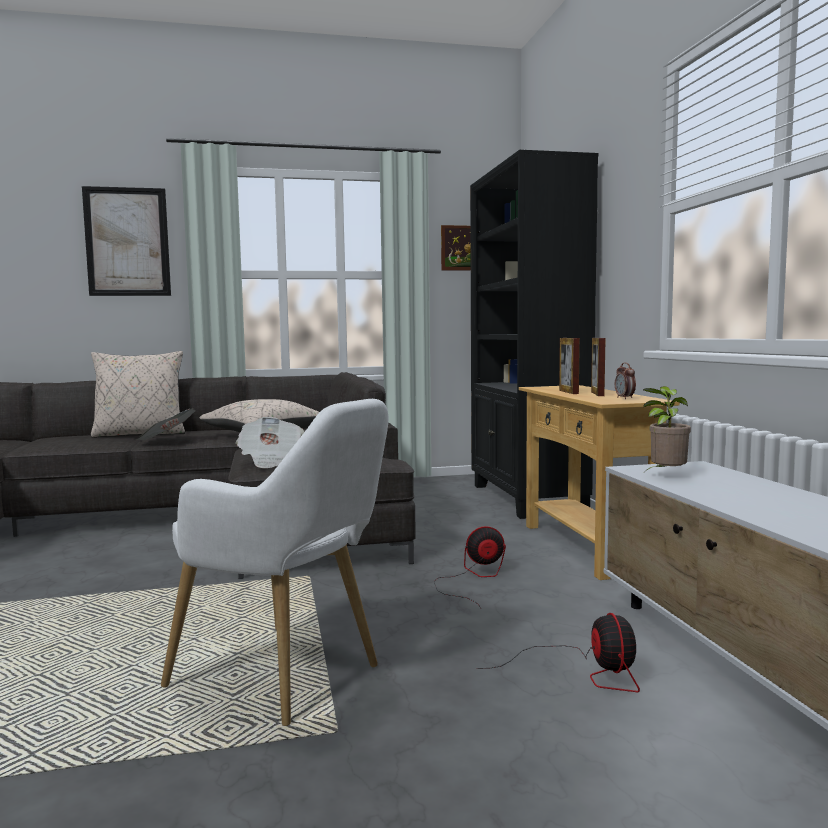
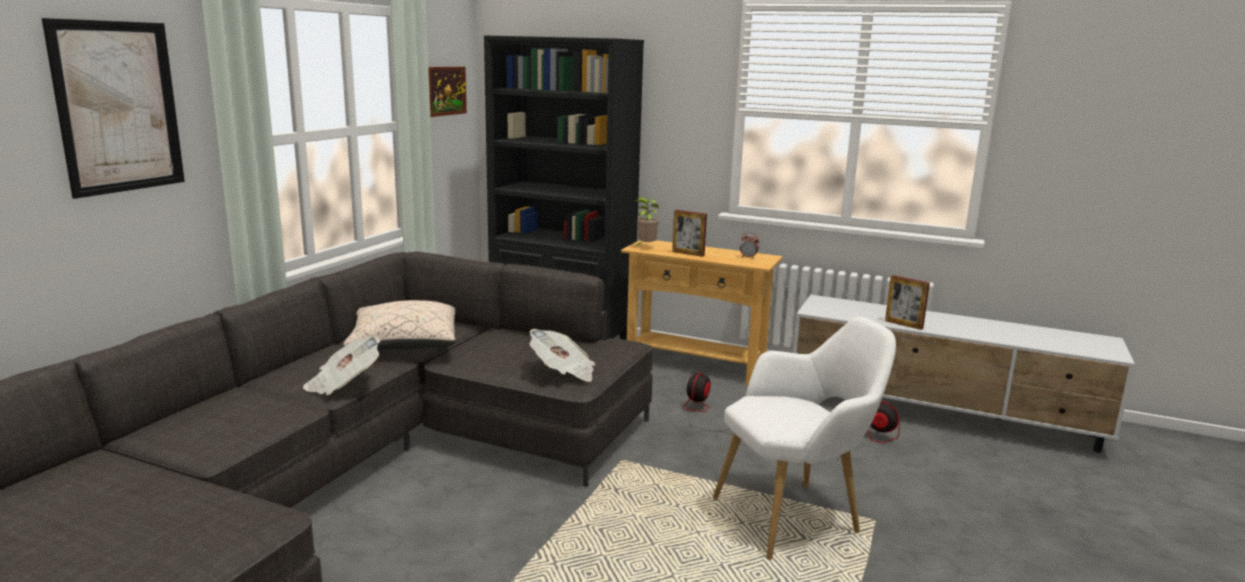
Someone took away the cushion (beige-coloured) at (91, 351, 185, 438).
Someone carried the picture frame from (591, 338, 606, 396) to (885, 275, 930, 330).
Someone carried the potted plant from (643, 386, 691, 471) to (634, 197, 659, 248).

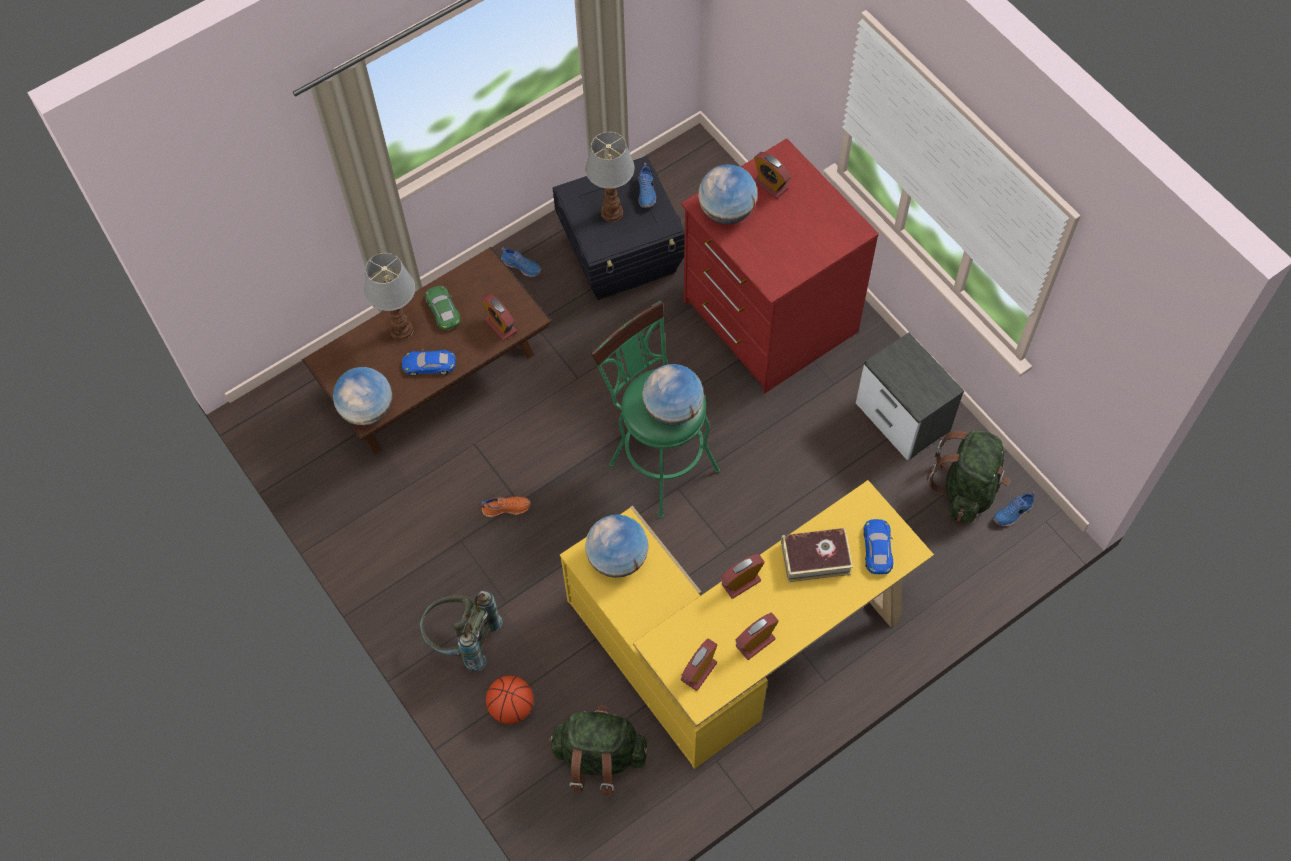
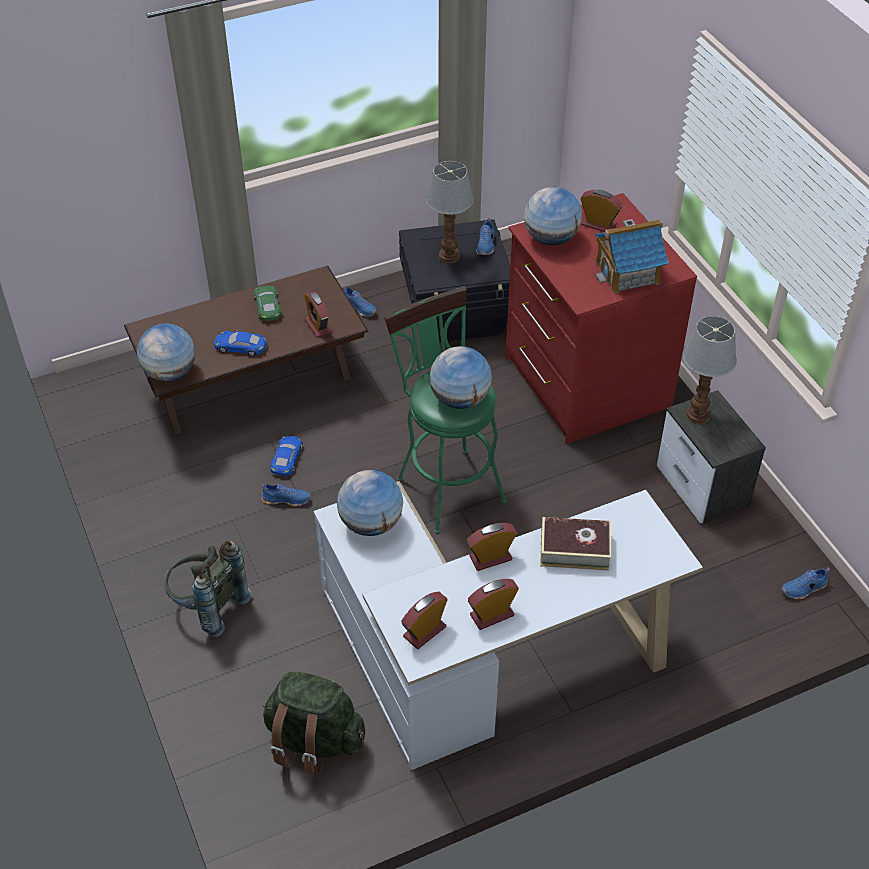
Someone carried the tabletop lamp from (364, 253, 415, 340) to (683, 316, 737, 424).
Someone repainted the low shoe (orange-coloured) at (482, 497, 531, 517), which became the low shoe (blue) at (261, 484, 310, 506).
Someone took away the basketball ball at (486, 676, 533, 724).
Someone repainted the desk (yellow) at (560, 480, 934, 769), which became the desk (whitish) at (313, 481, 703, 770).
Someone rotated the bedside clock at (754, 152, 791, 199) by 150 degrees clockwise.
Someone carried the miniature car (blue) from (863, 519, 893, 574) to (270, 436, 303, 476).
Someone took away the rucksack (greenish) at (926, 430, 1010, 523).
Someone put down the toy house at (595, 219, 669, 294).

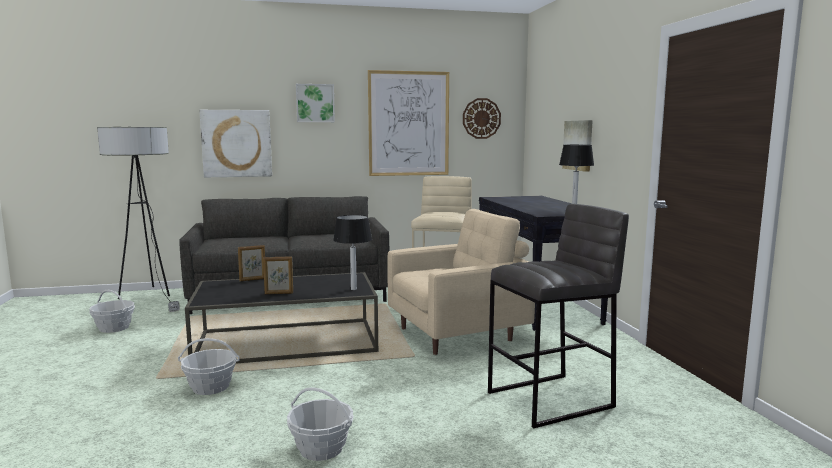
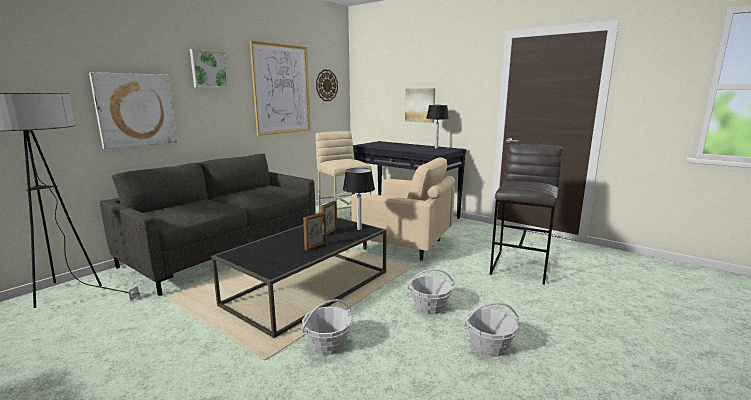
Someone carried the household basket from (89, 290, 135, 333) to (407, 269, 455, 314).
Someone carried the picture frame from (238, 245, 265, 281) to (321, 201, 337, 235).
Someone rotated the armchair (beige-coloured) at (387, 209, 535, 355) by 90 degrees clockwise.

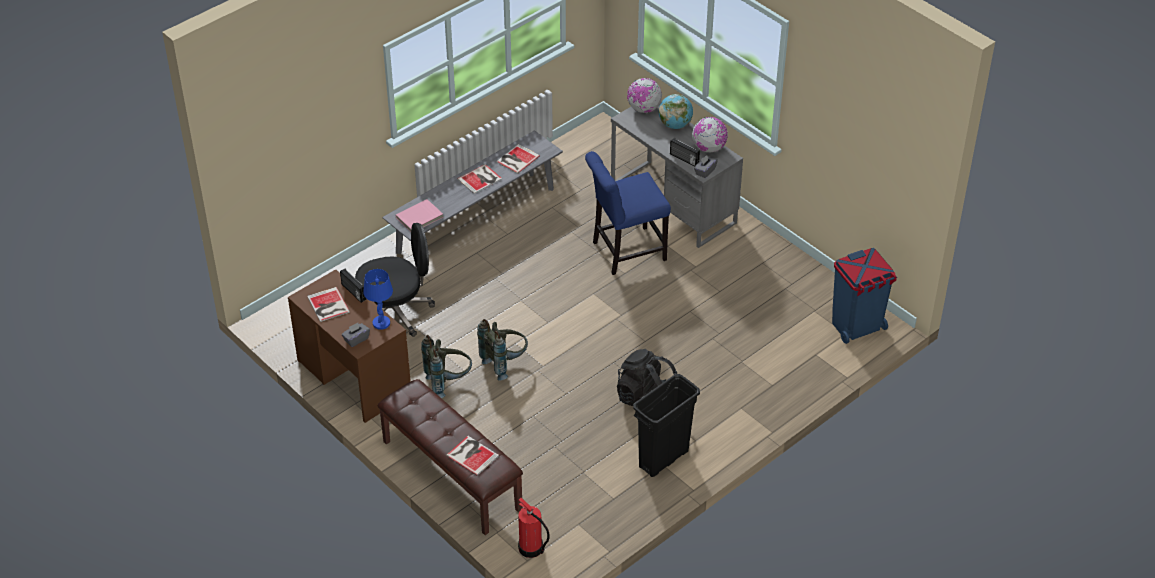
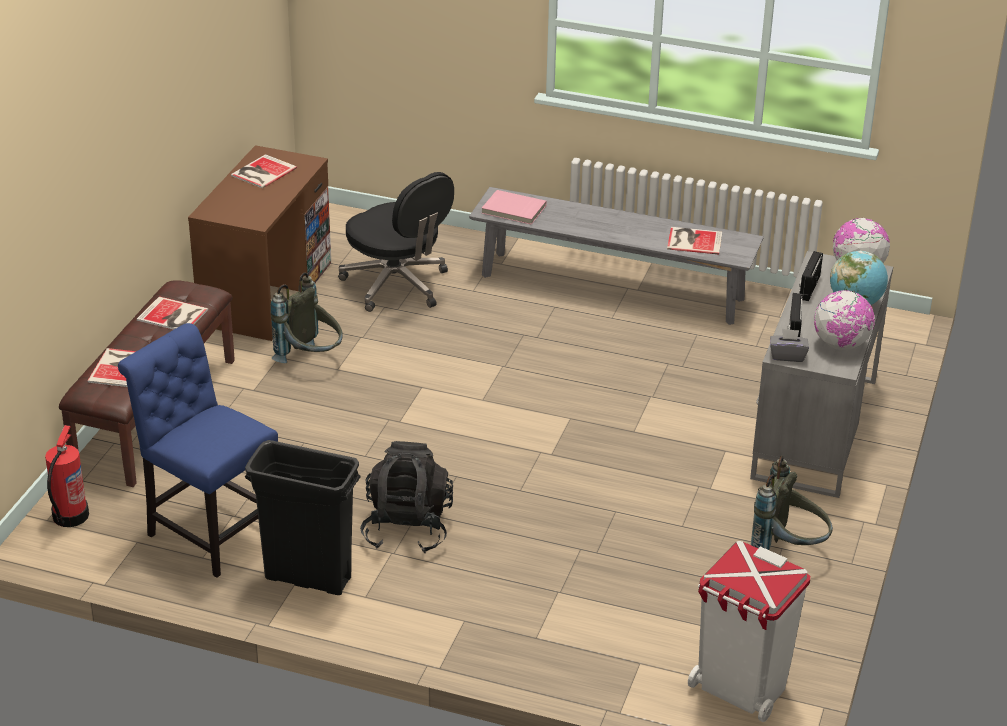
Someone carried the radio set from (340, 268, 366, 303) to (799, 251, 823, 301).
Someone took away the tissue holder (gray) at (342, 323, 370, 347).
Someone took away the tabletop lamp (blue) at (363, 269, 393, 330).
Someone carried the bound book from (457, 164, 502, 194) to (137, 296, 208, 330).
Someone carried the rucksack (gray) from (477, 319, 528, 381) to (751, 456, 833, 550).
Someone carried the chair (blue) from (585, 151, 671, 275) to (118, 323, 278, 578).
Someone repainted the waste bin (blue) at (832, 248, 897, 344), which became the waste bin (whitish) at (688, 541, 810, 722).

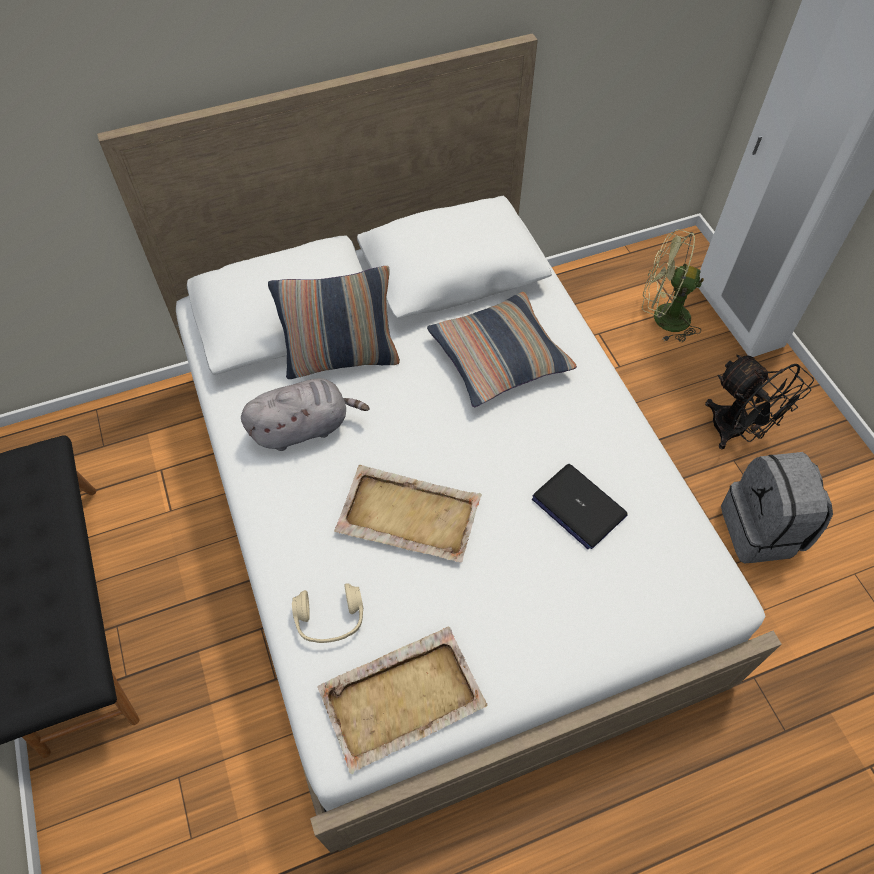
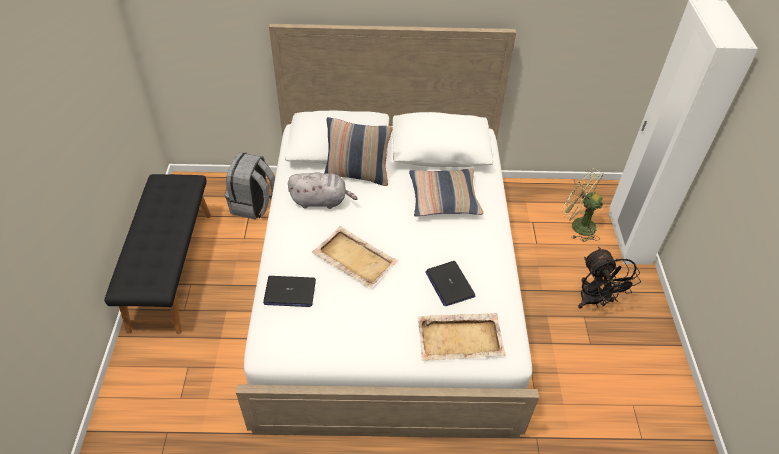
Someone swapped the headphones (beige-coloured) at (292, 583, 363, 643) for the portable computer at (263, 276, 316, 307).
Someone carried the tray (beige-coloured) from (317, 626, 488, 774) to (418, 313, 506, 361).
Someone carried the rucksack (gray) from (721, 452, 833, 564) to (225, 152, 275, 220).

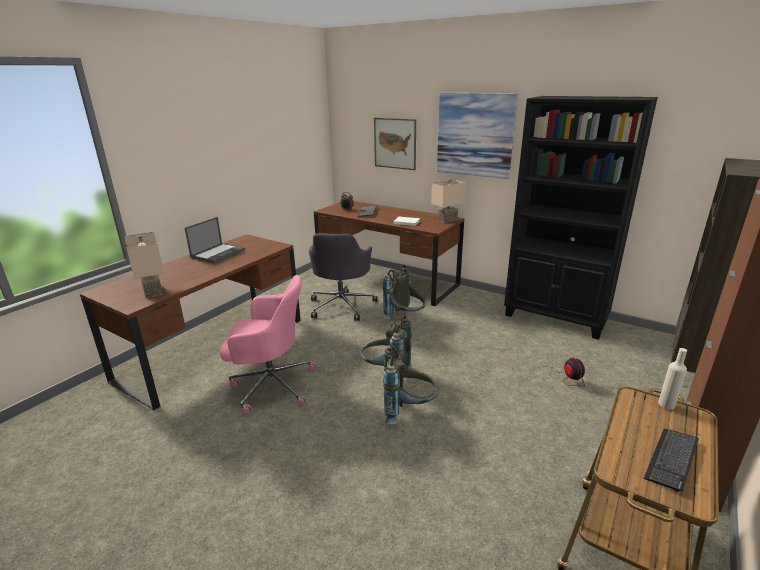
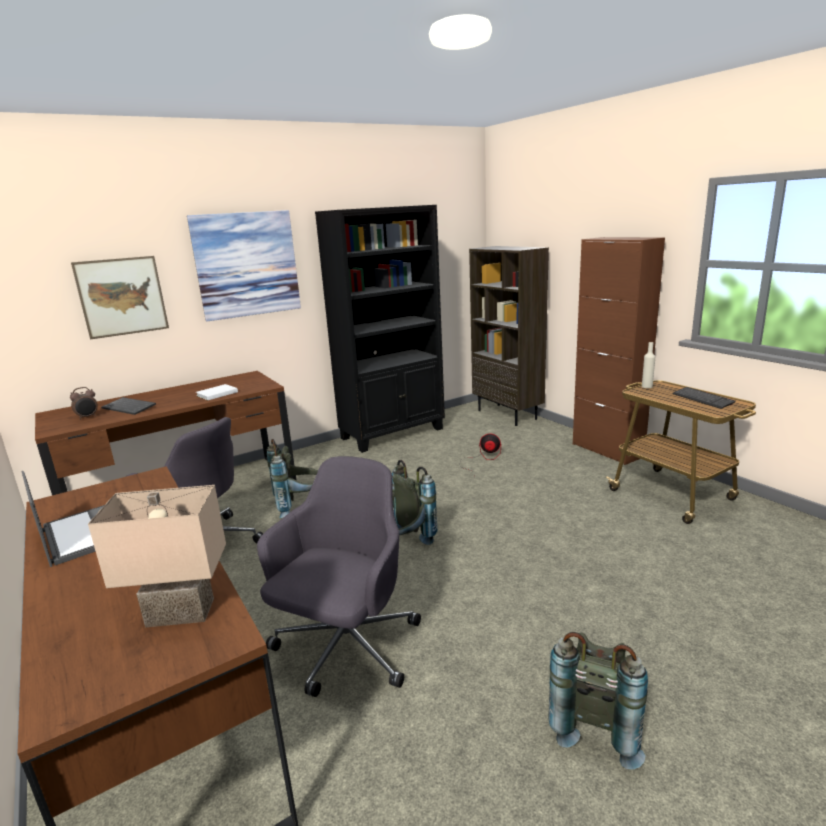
Someone repainted the desk chair (pinkish) at (220, 275, 316, 415), which became the desk chair (gray) at (257, 456, 421, 697).
Someone carried the rucksack (gray) from (383, 342, 439, 424) to (548, 632, 648, 770).
Someone took away the tabletop lamp (beige-coloured) at (431, 179, 467, 223).

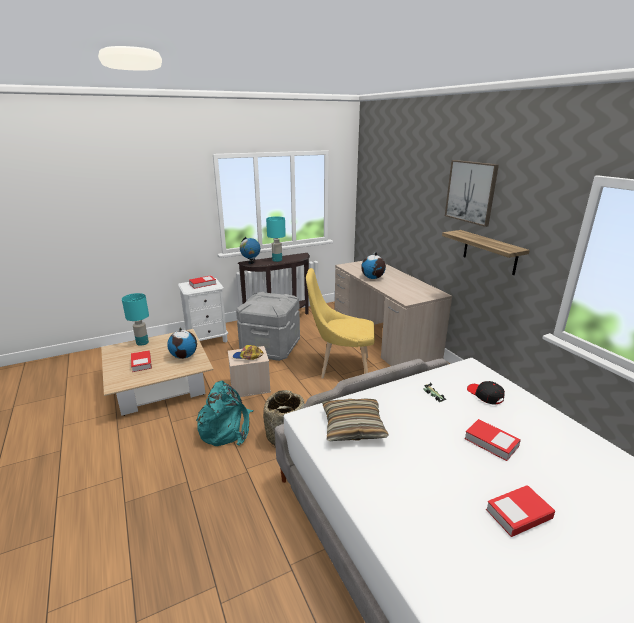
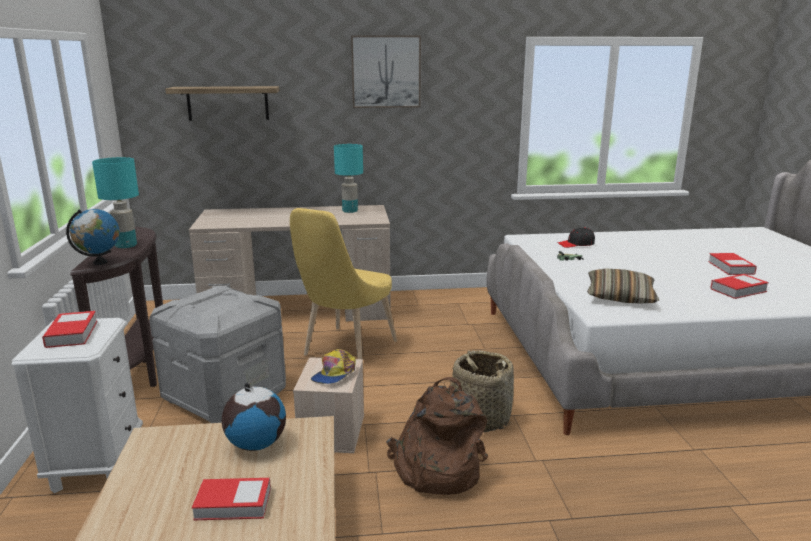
Someone carried the tabletop lamp (blue-green) from (122, 293, 149, 346) to (334, 144, 363, 213).
Someone repainted the rucksack (blue-green) at (196, 380, 254, 446), which became the rucksack (brown) at (386, 377, 488, 495).
Someone took away the desk globe at (361, 252, 386, 279).
Someone carried the wall shelf from (442, 230, 530, 275) to (165, 86, 280, 121).
Someone carried the bound book from (464, 419, 521, 461) to (710, 274, 769, 299).

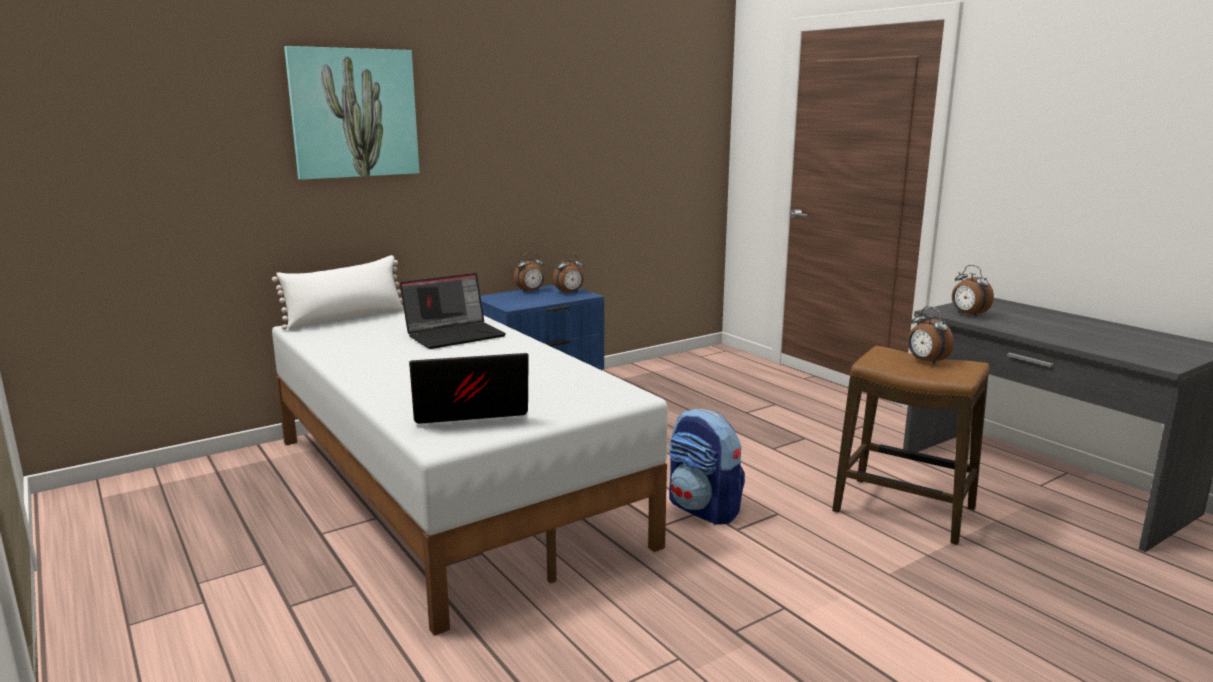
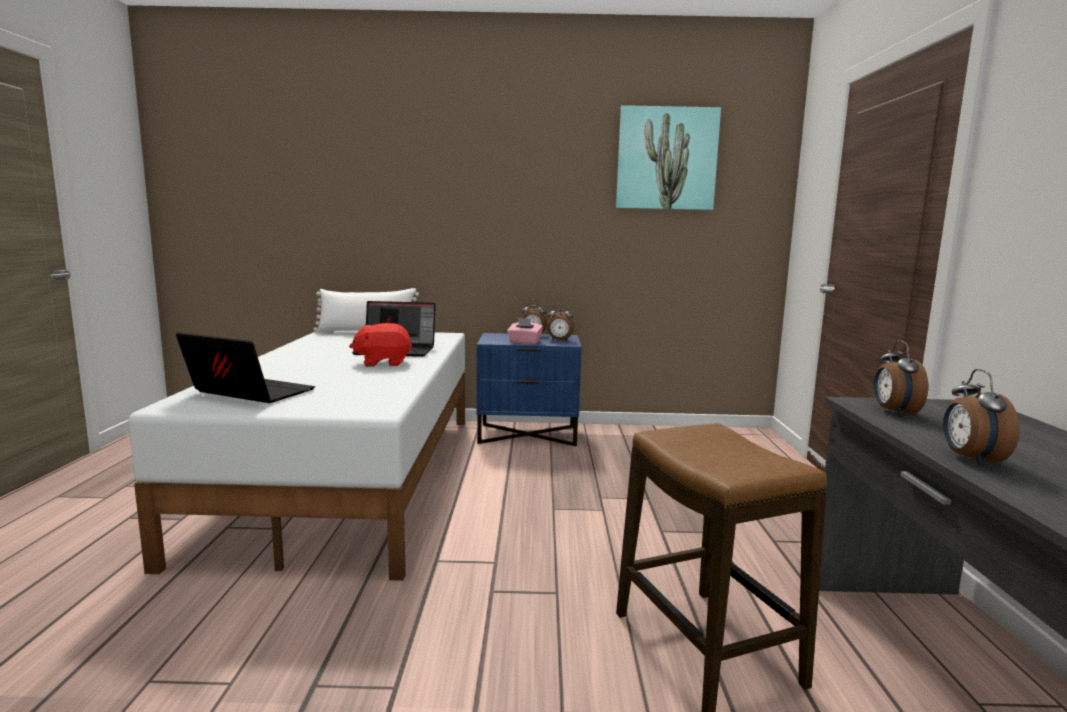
Someone carried the wall art from (284, 46, 419, 180) to (616, 105, 721, 210).
Someone took away the rucksack at (669, 409, 745, 525).
Someone carried the bedside clock from (908, 306, 954, 365) to (943, 369, 1020, 466).
Someone put down the soft toy (reddish) at (349, 323, 412, 367).
Someone put down the tissue holder (pinkish) at (507, 318, 543, 344).

